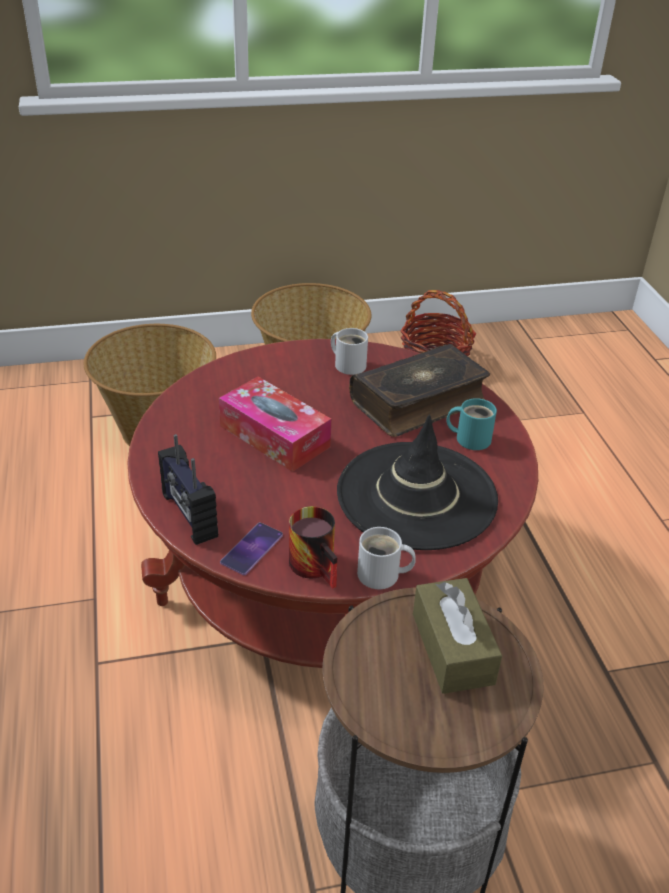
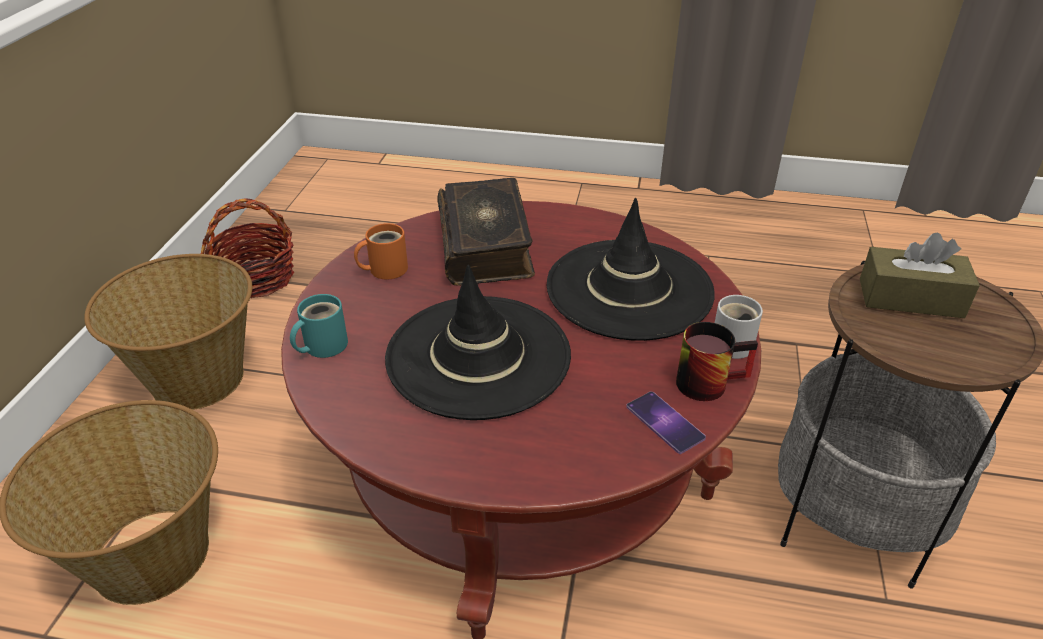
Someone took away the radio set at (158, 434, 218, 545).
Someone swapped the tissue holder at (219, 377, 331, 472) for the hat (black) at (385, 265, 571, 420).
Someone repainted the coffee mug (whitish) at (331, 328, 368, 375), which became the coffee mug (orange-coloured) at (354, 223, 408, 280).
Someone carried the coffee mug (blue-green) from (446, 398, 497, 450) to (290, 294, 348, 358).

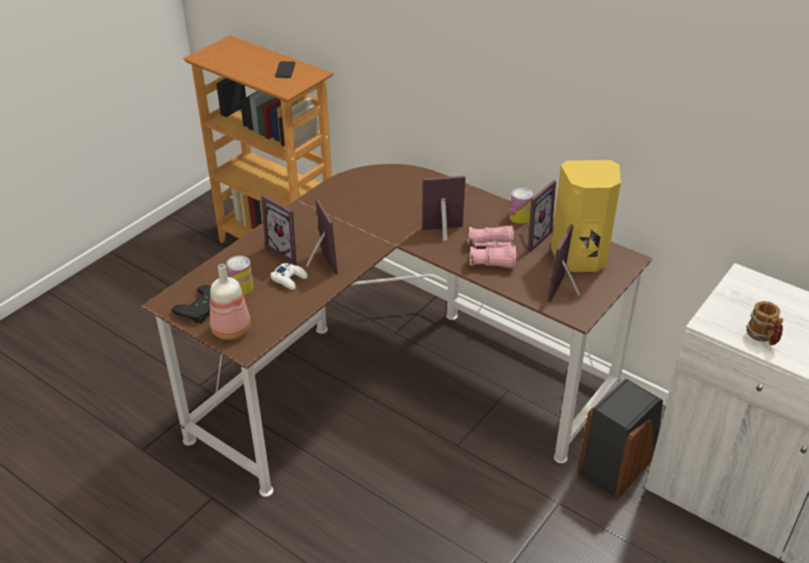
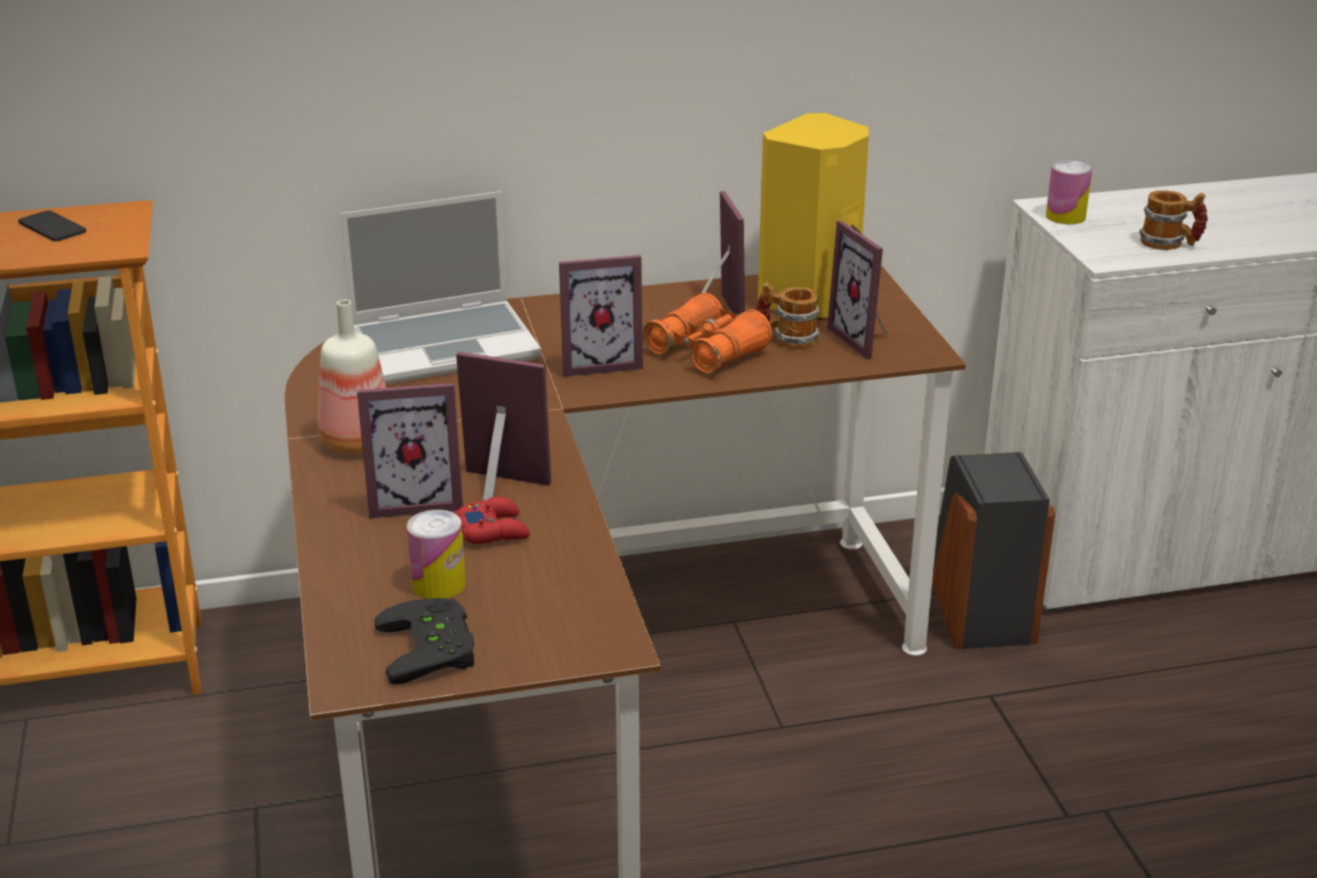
Someone carried the beverage bottle from (210, 264, 251, 340) to (318, 300, 386, 454).
Someone repainted the joypad (whitish) at (271, 263, 308, 290), which became the joypad (reddish) at (455, 497, 530, 544).
Someone rotated the picture frame at (422, 176, 466, 241) by 135 degrees counterclockwise.
Someone repainted the binoculars (pinkish) at (468, 226, 516, 268), which became the binoculars (orange-coloured) at (643, 293, 772, 374).
Someone carried the sealed can from (509, 188, 533, 224) to (1046, 160, 1092, 224).
Someone put down the portable computer at (340, 191, 542, 384).
Someone put down the coffee mug at (756, 282, 820, 349).

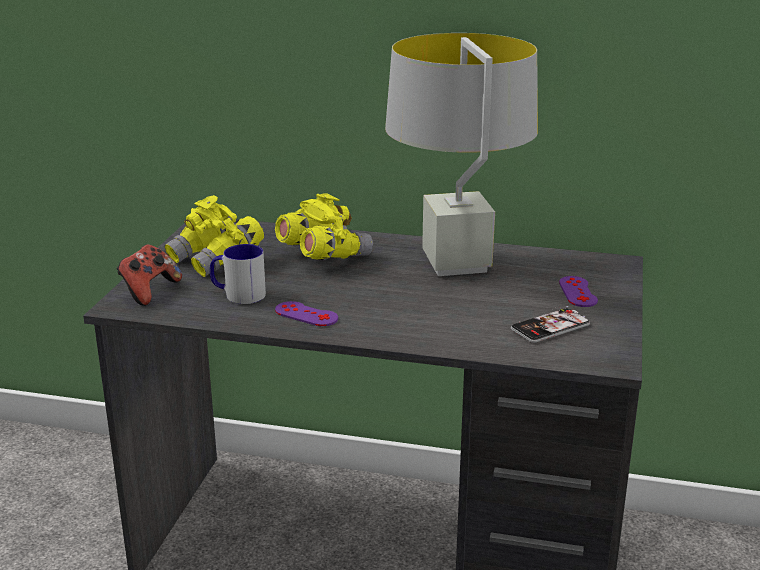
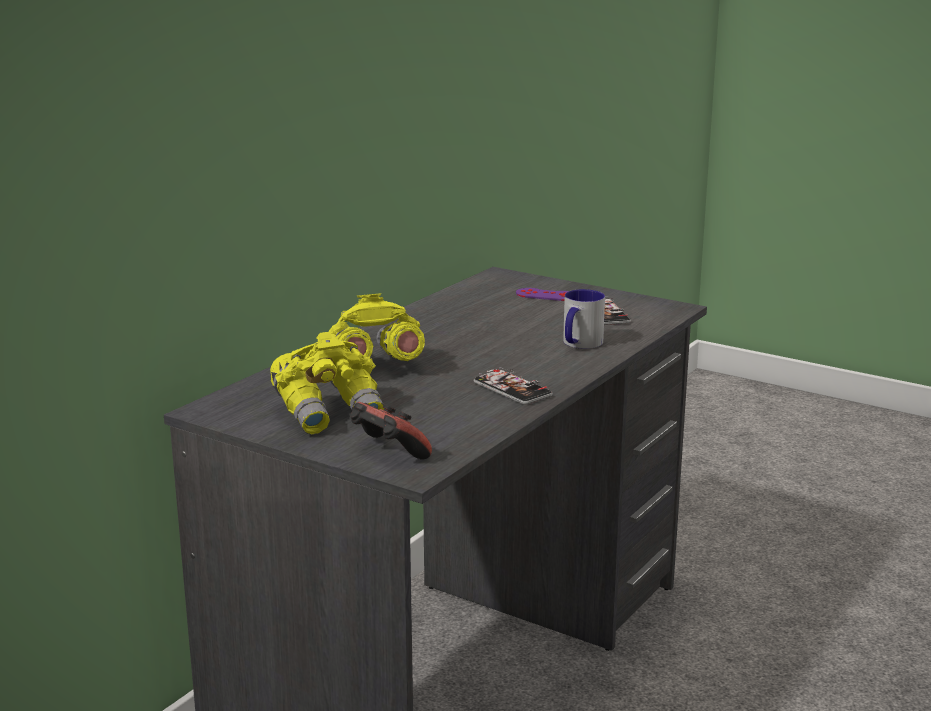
Someone carried the coffee mug from (210, 244, 266, 304) to (563, 289, 605, 349).
Someone swapped the joypad (purple) at (275, 301, 338, 326) for the telephone at (474, 367, 553, 405).
Someone took away the tabletop lamp (gray) at (385, 33, 538, 276).

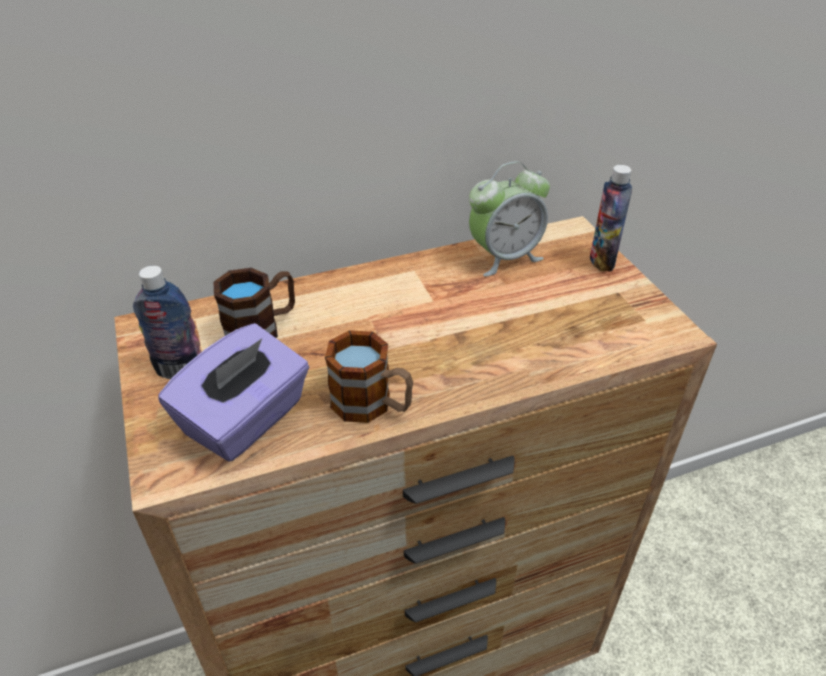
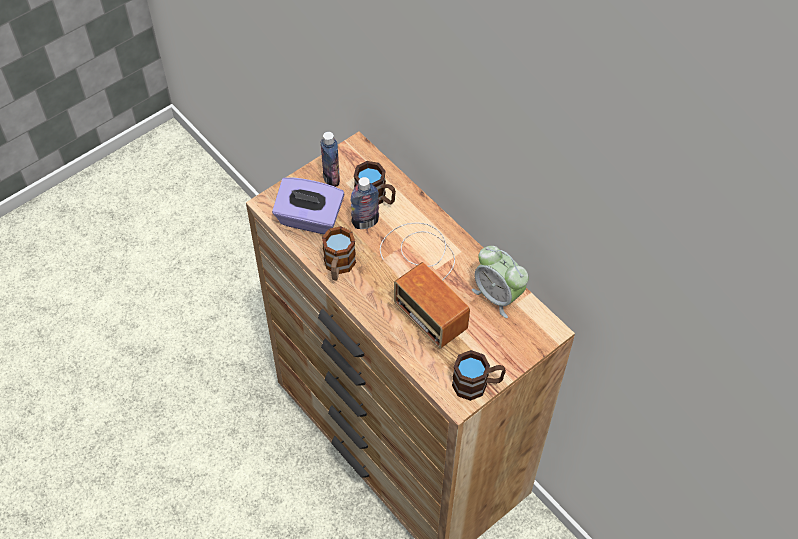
Someone carried the beverage bottle from (590, 165, 632, 271) to (350, 177, 379, 229).
Someone put down the radio set at (380, 223, 470, 349).
Someone put down the coffee mug (brown) at (452, 350, 506, 401).

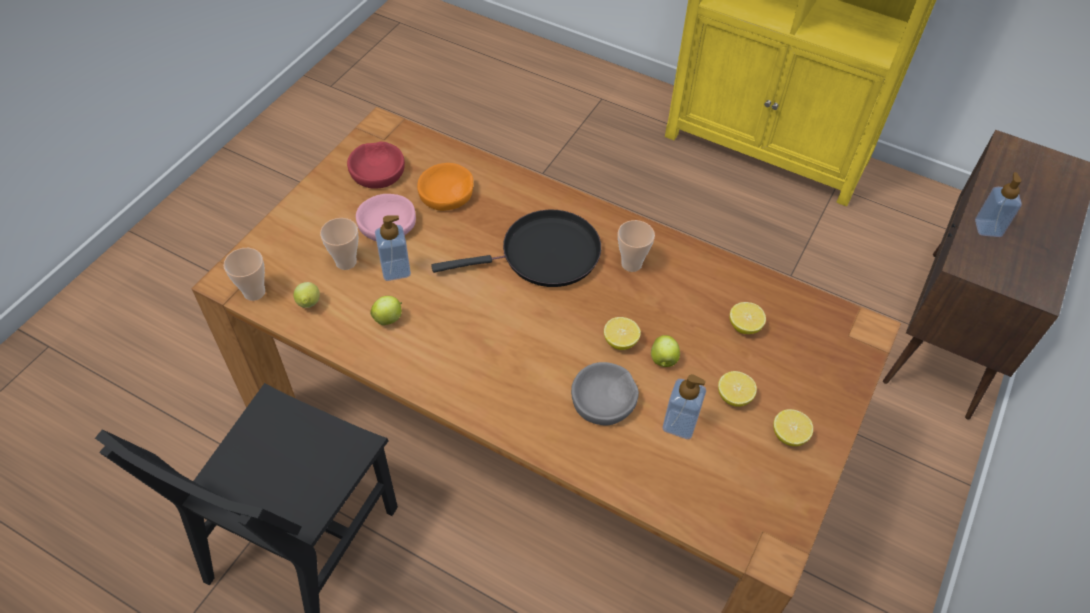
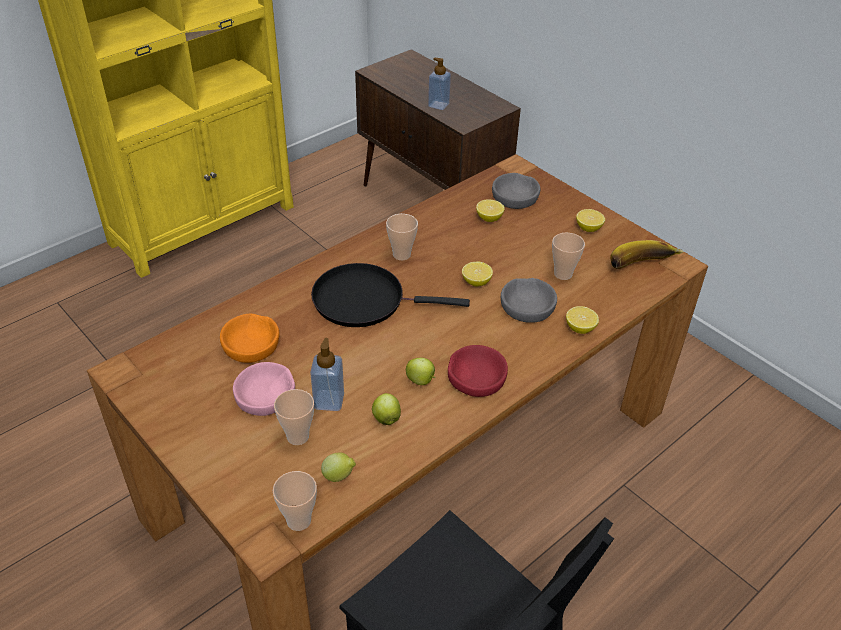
Someone carried the bowl (reddish) from (347, 141, 405, 189) to (448, 345, 508, 397).
Someone rotated the frying pan (black) at (431, 210, 601, 287) by 90 degrees counterclockwise.
Someone carried the whole apple from (651, 335, 680, 367) to (406, 358, 436, 385).
Someone swapped the soap bottle at (663, 374, 706, 439) for the cup at (552, 233, 585, 280).
Someone carried the whole lemon from (718, 371, 757, 407) to (566, 306, 599, 334).
Someone put down the bowl (gray) at (492, 173, 540, 209).
Someone put down the banana fruit at (610, 240, 684, 269).

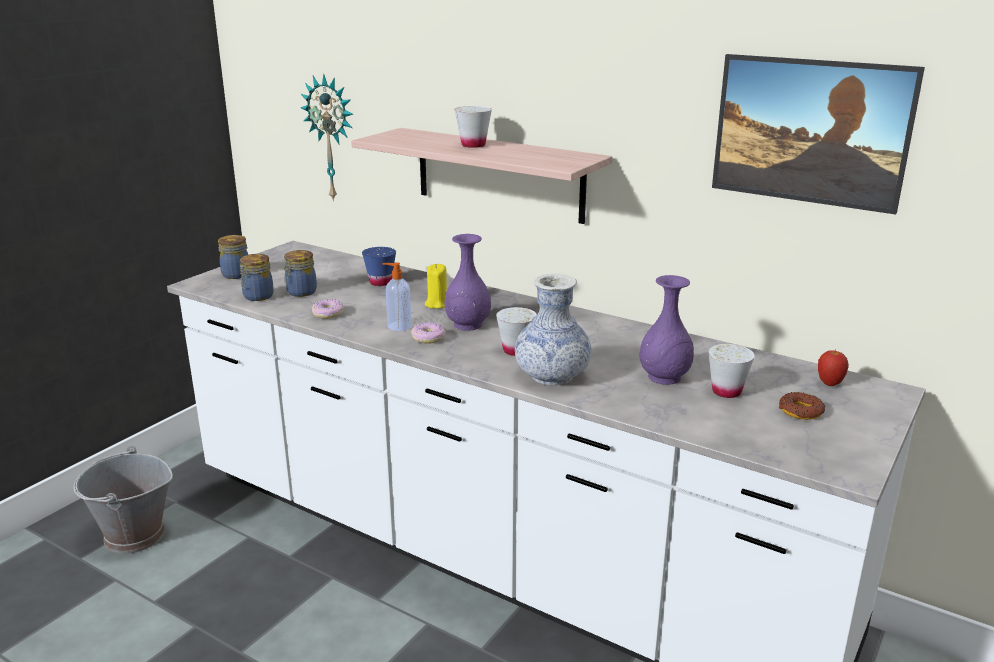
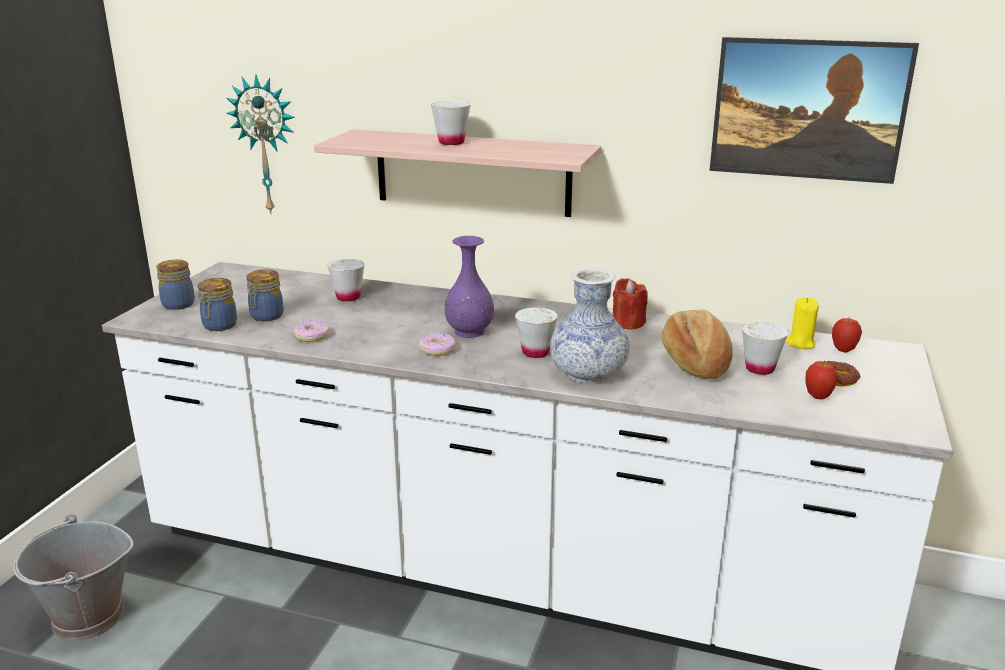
Someone repainted the cup (blue) at (362, 247, 396, 286), which became the cup (whitish) at (327, 259, 365, 302).
Someone took away the soap bottle at (382, 262, 412, 331).
Someone carried the wax candle (yellow) from (425, 264, 447, 309) to (787, 297, 819, 349).
Someone swapped the vase (purple) at (639, 275, 694, 385) for the bread at (661, 309, 733, 379).
Someone put down the wax candle (reddish) at (613, 278, 648, 330).
Someone put down the whole apple at (805, 361, 838, 399).

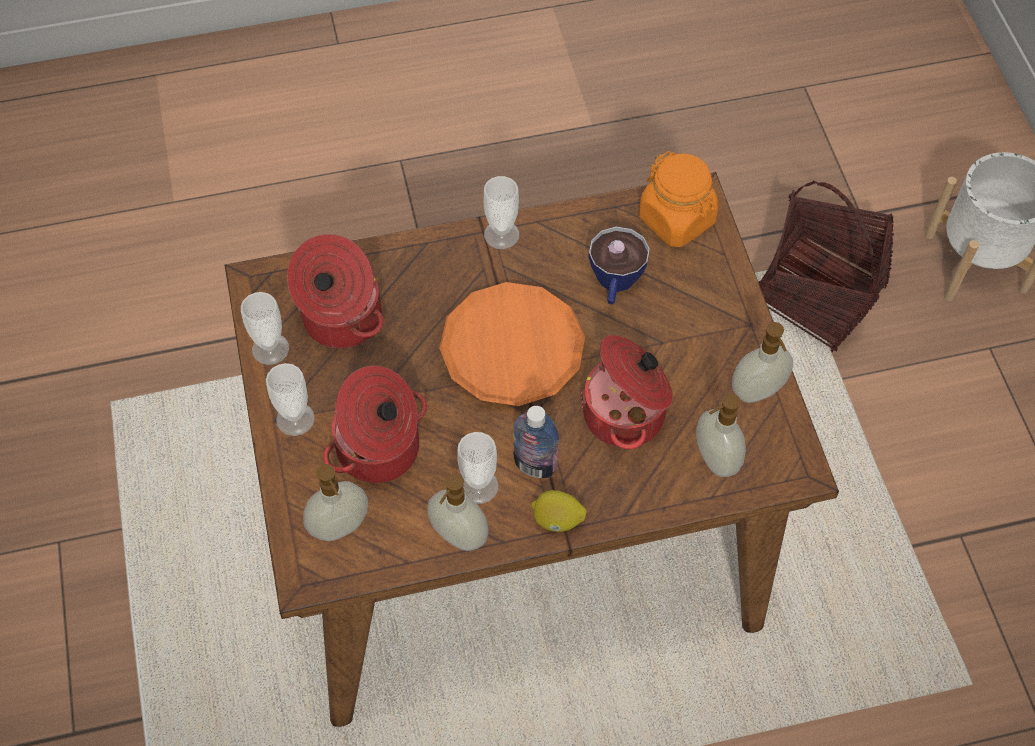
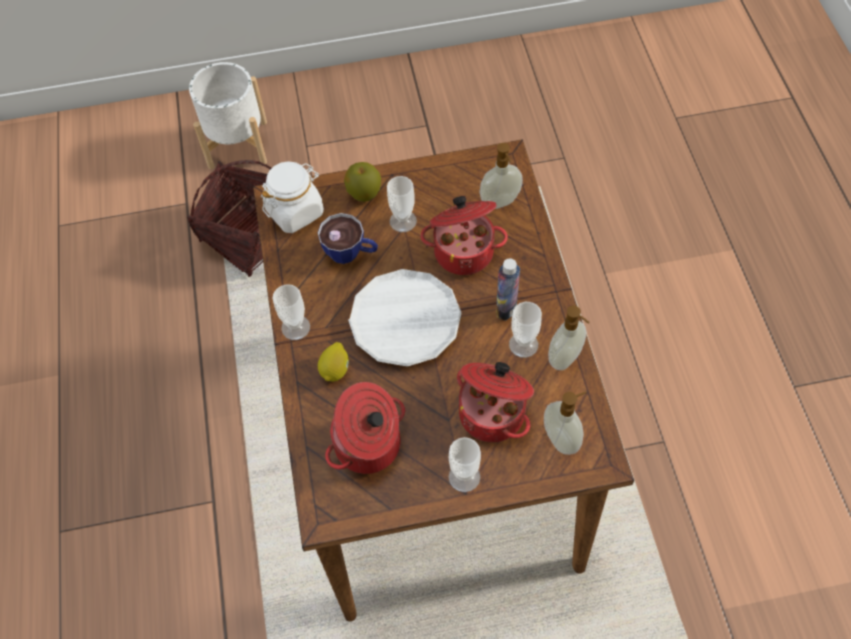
Someone carried the cup from (241, 292, 289, 365) to (387, 176, 417, 232).
Someone repainted the plate (orange-coloured) at (439, 282, 585, 406), which became the plate (whitish) at (348, 269, 462, 367).
Someone carried the whole lemon from (531, 490, 587, 532) to (318, 342, 349, 382).
Someone repainted the storage jar (orange-coloured) at (639, 151, 718, 247), which became the storage jar (whitish) at (261, 162, 324, 233).
Someone took away the soap bottle at (732, 322, 793, 403).
Someone put down the whole apple at (344, 162, 381, 202).

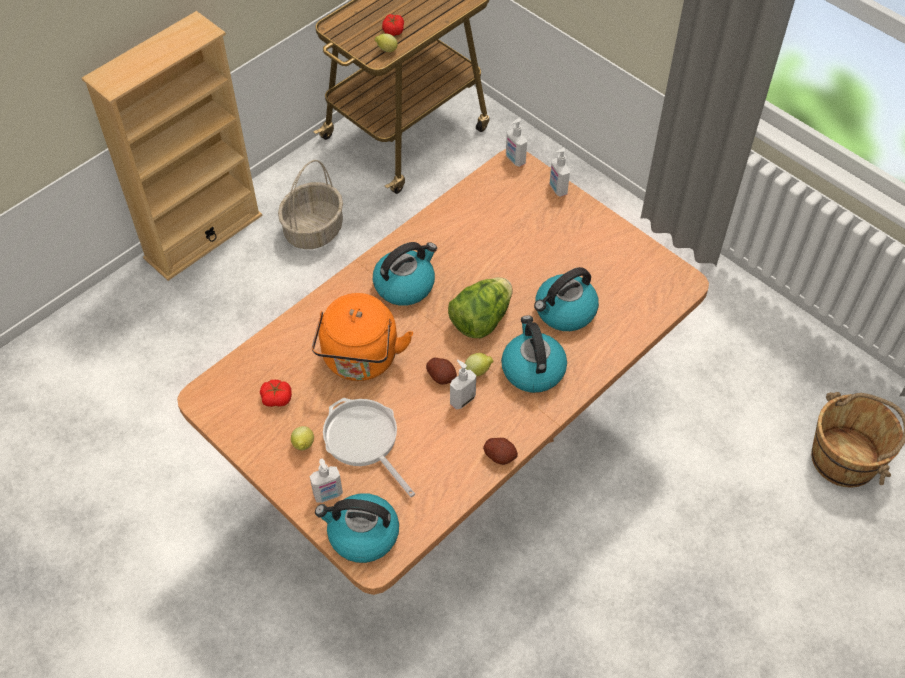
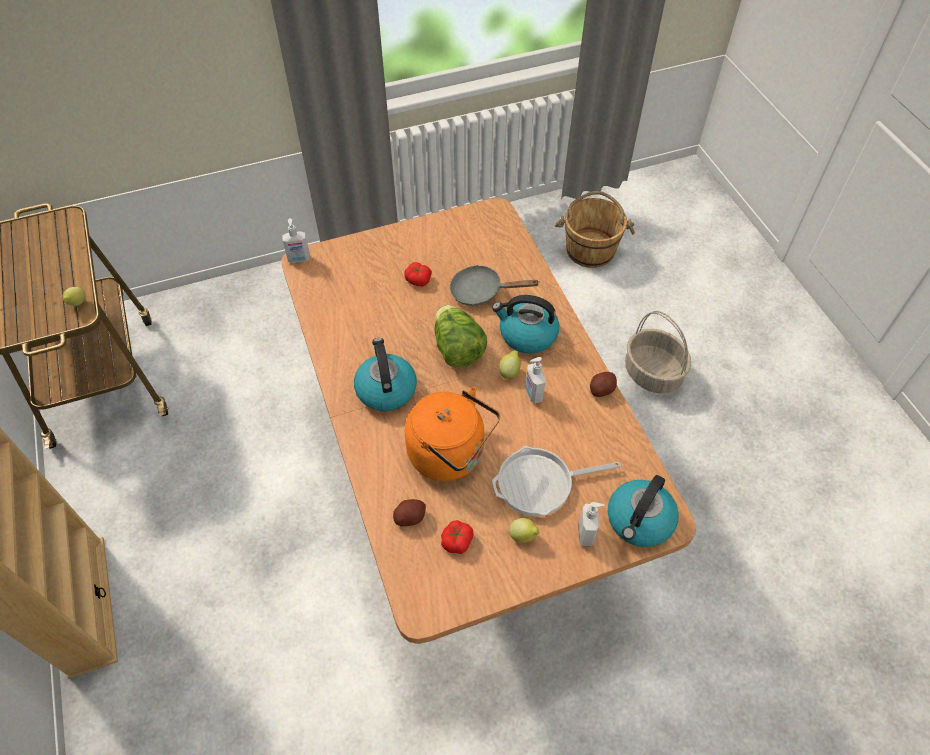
Someone carried the household basket from (278, 160, 343, 249) to (625, 311, 692, 393).
Someone carried the fresh tomato from (382, 14, 404, 36) to (404, 262, 432, 286).
Someone carried the whole potato from (426, 357, 457, 385) to (393, 499, 426, 526).
Someone swapped the tea kettle at (534, 267, 599, 331) for the frying pan (gray) at (450, 265, 538, 306).
Someone took away the soap bottle at (550, 148, 570, 197).

